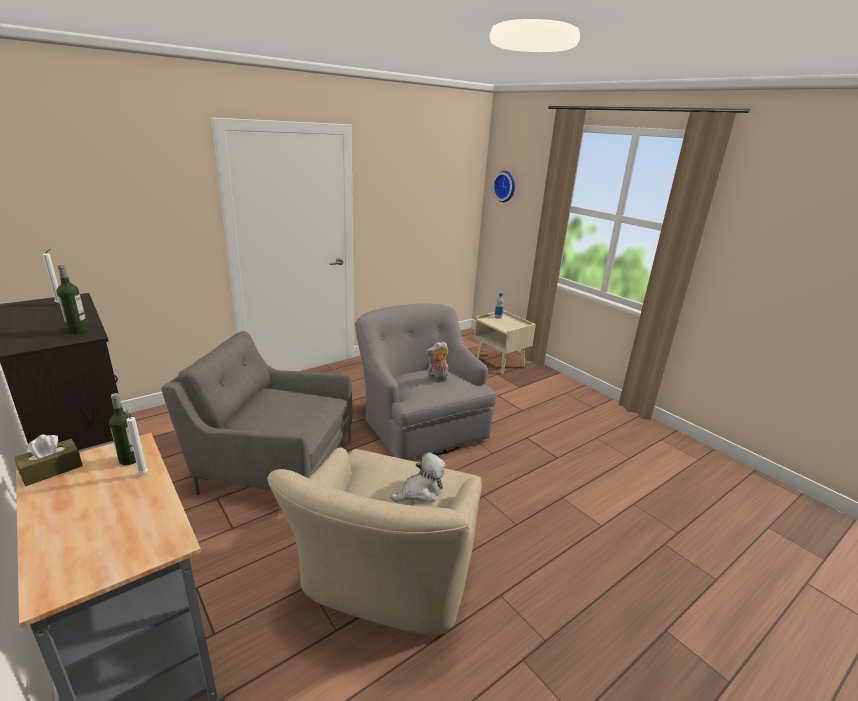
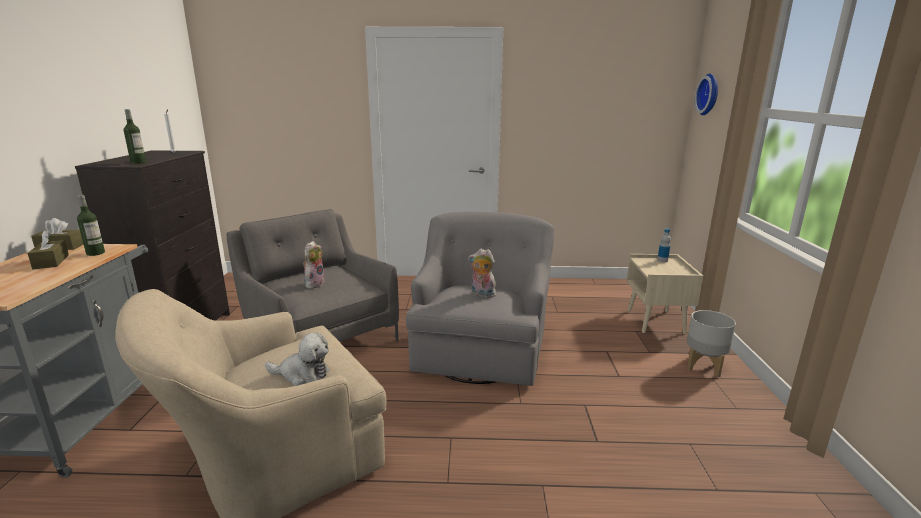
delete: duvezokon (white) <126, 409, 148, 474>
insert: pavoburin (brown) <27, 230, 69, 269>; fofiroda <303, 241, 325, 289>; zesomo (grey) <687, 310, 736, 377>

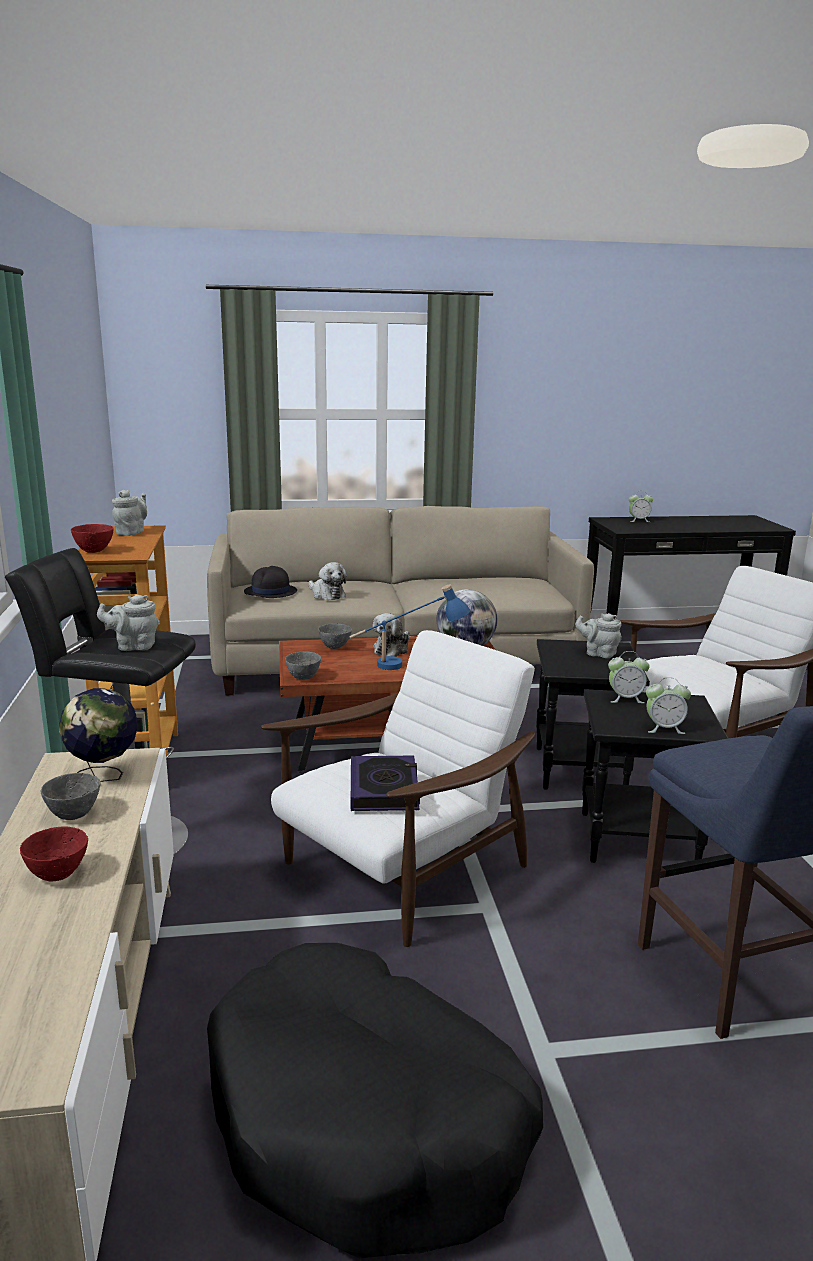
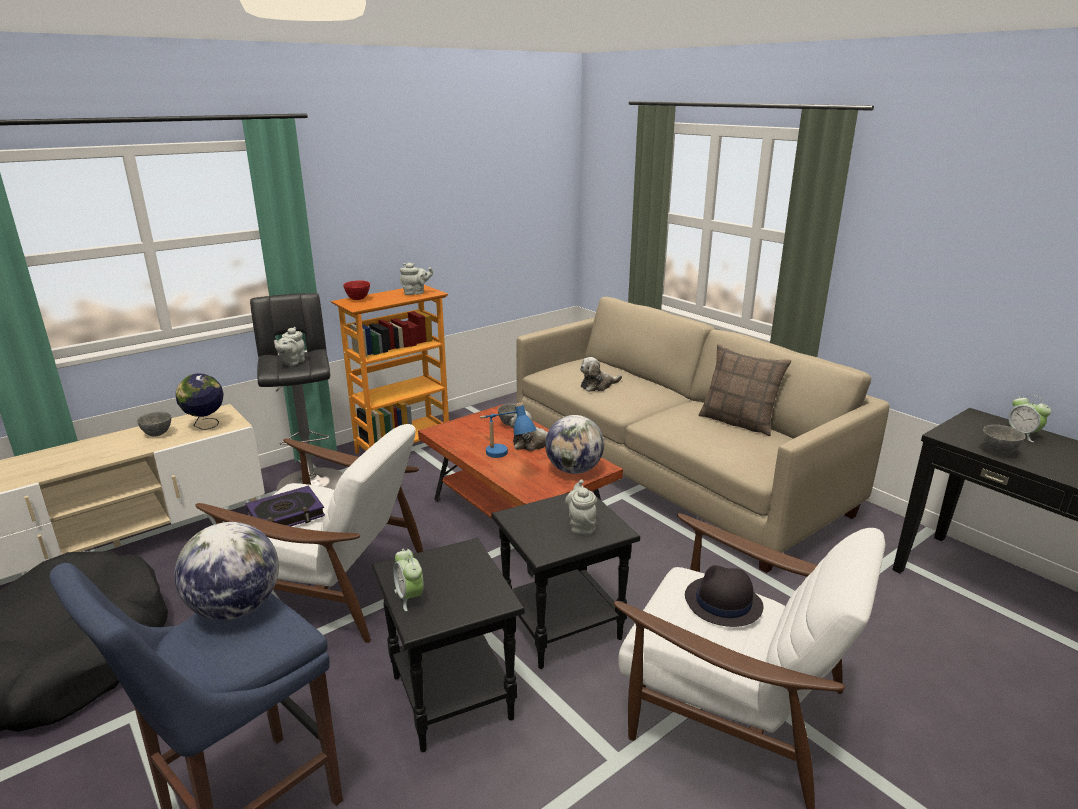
delete: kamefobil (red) <20, 826, 88, 881>; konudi <608, 651, 650, 703>
insert: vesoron <174, 522, 279, 620>; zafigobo <699, 344, 791, 436>
move: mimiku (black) <244, 566, 297, 598> to <685, 565, 763, 627>; kamefobil (grey) <285, 651, 321, 680> to <983, 425, 1026, 455>
rotate: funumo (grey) <97, 595, 159, 651> = <274, 327, 305, 366> 120 degrees counterclockwise; fofiroda <309, 562, 347, 600> = <580, 357, 622, 392> 45 degrees clockwise

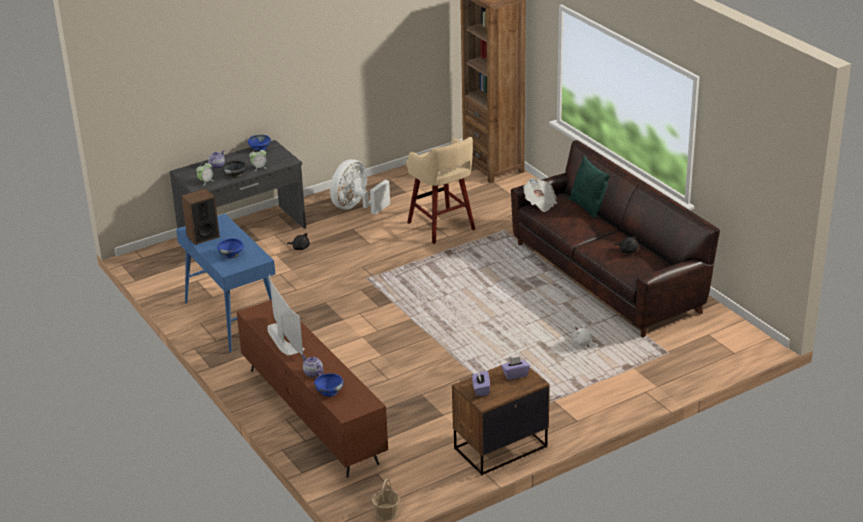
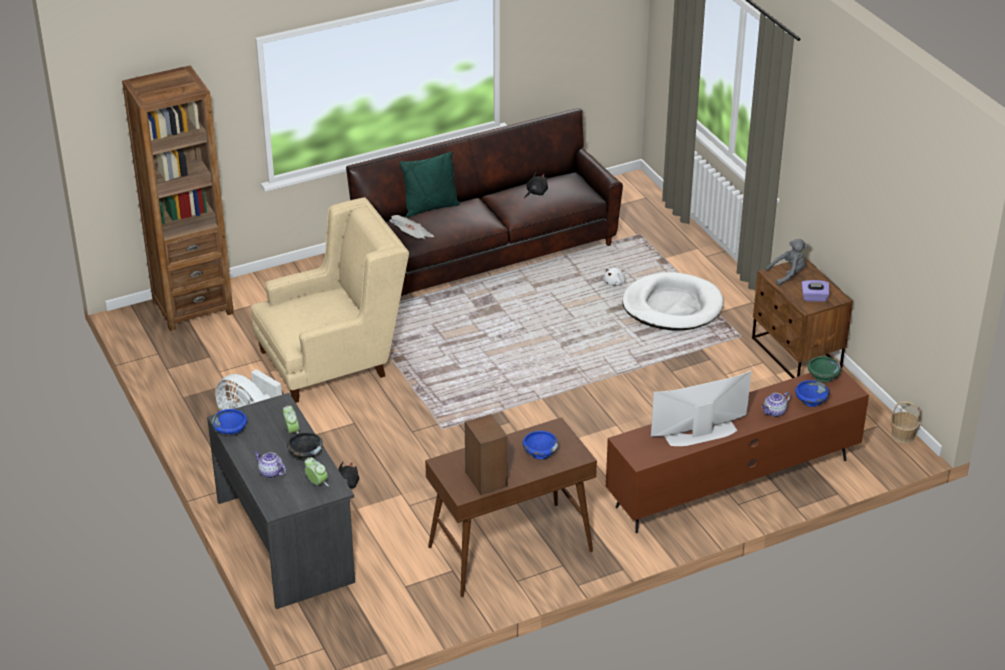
insert: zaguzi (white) <622, 272, 724, 331>; kamefobil (green) <808, 356, 841, 383>
replace: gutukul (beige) <406, 137, 475, 244> to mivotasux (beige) <251, 197, 409, 403>; pavoburin (purple) <501, 357, 530, 380> to fofiroda (grey) <766, 239, 808, 286>
recolor: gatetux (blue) <176, 214, 275, 353> to gatetux (brown) <425, 417, 597, 597>

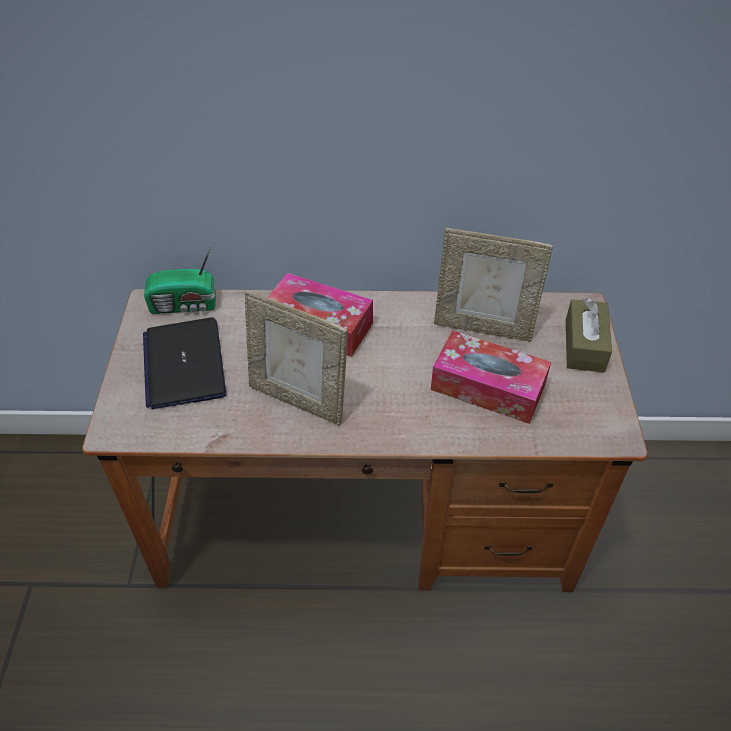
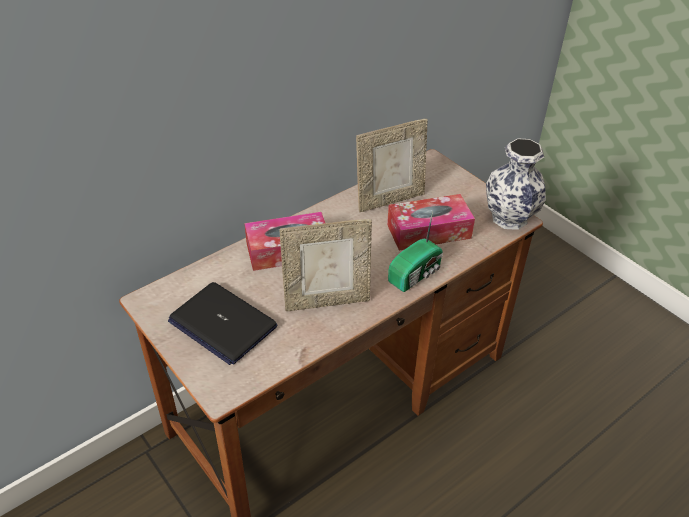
delete: pavoburin (brown) <566, 298, 612, 373>
insert: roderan <486, 138, 546, 230>
move: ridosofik <144, 242, 216, 314> to <388, 211, 443, 292>

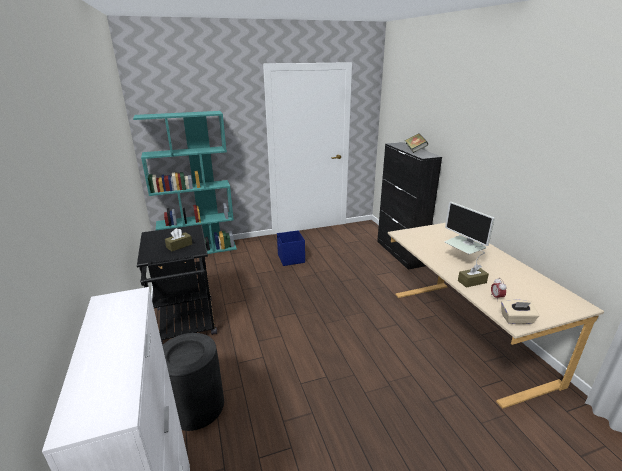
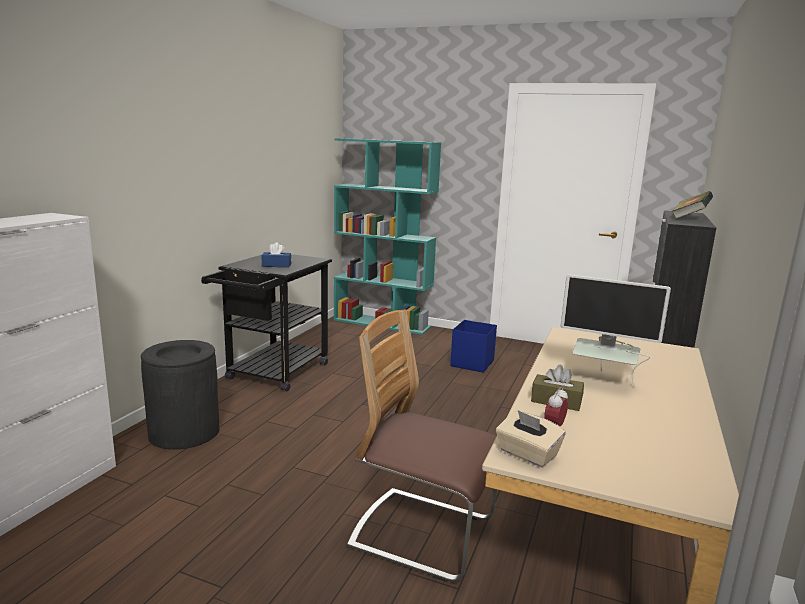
insert: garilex <347, 310, 497, 582>
recolor: pavoburin (brown) <165, 228, 192, 251> to pavoburin (blue) <261, 242, 291, 267>
rotate: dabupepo <444, 202, 495, 264> = <561, 274, 671, 387> 75 degrees counterclockwise

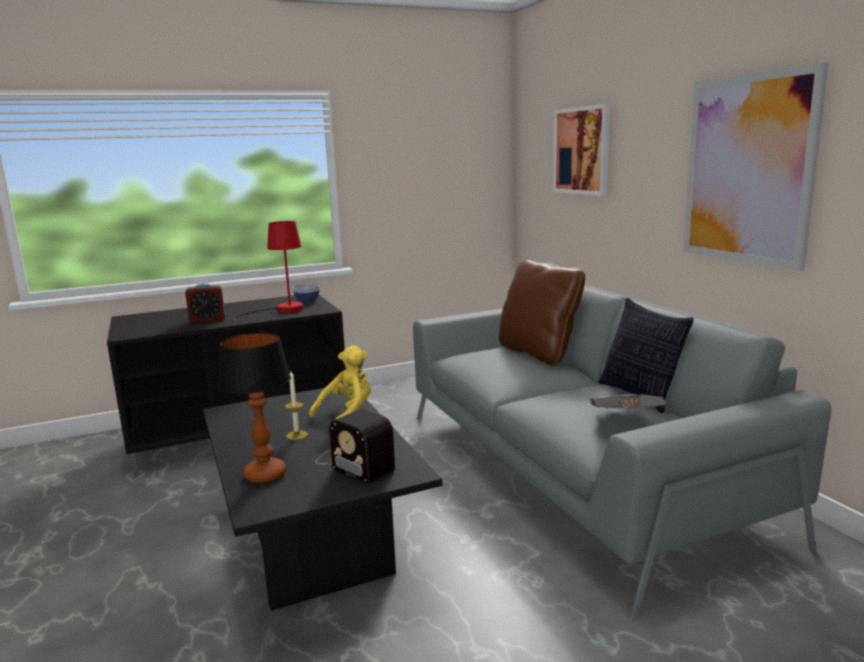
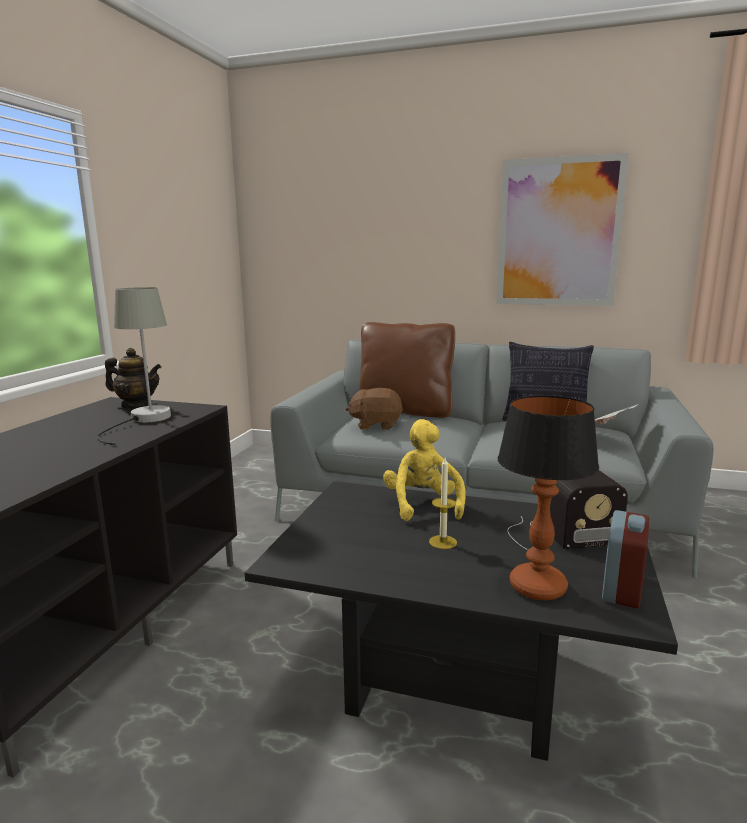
delete: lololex <553, 104, 610, 196>
insert: fofiroda (brown) <346, 388, 404, 430>
move: konudi <185, 283, 225, 323> to <602, 510, 649, 608>
replace: kamefobil <293, 283, 320, 303> to funumo <105, 348, 161, 408>
recolor: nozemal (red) <233, 221, 303, 321> to nozemal (grey) <97, 287, 171, 445>

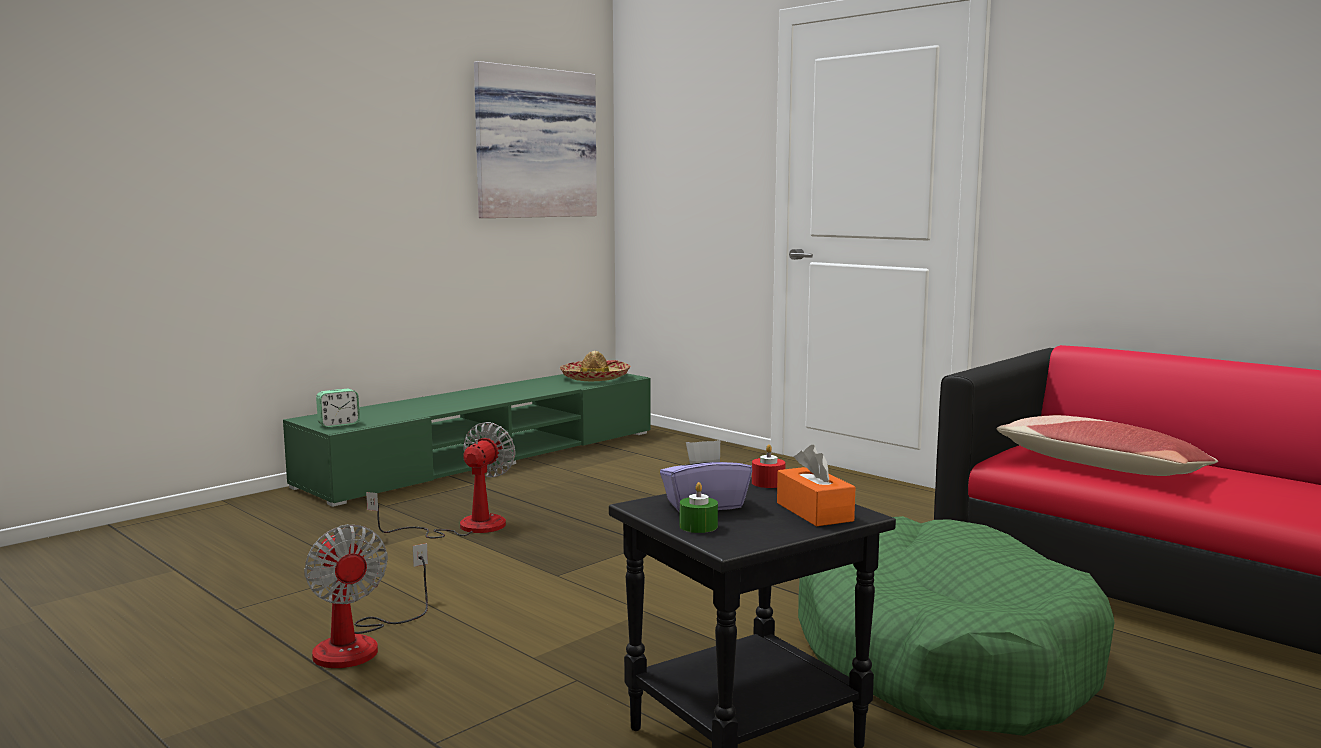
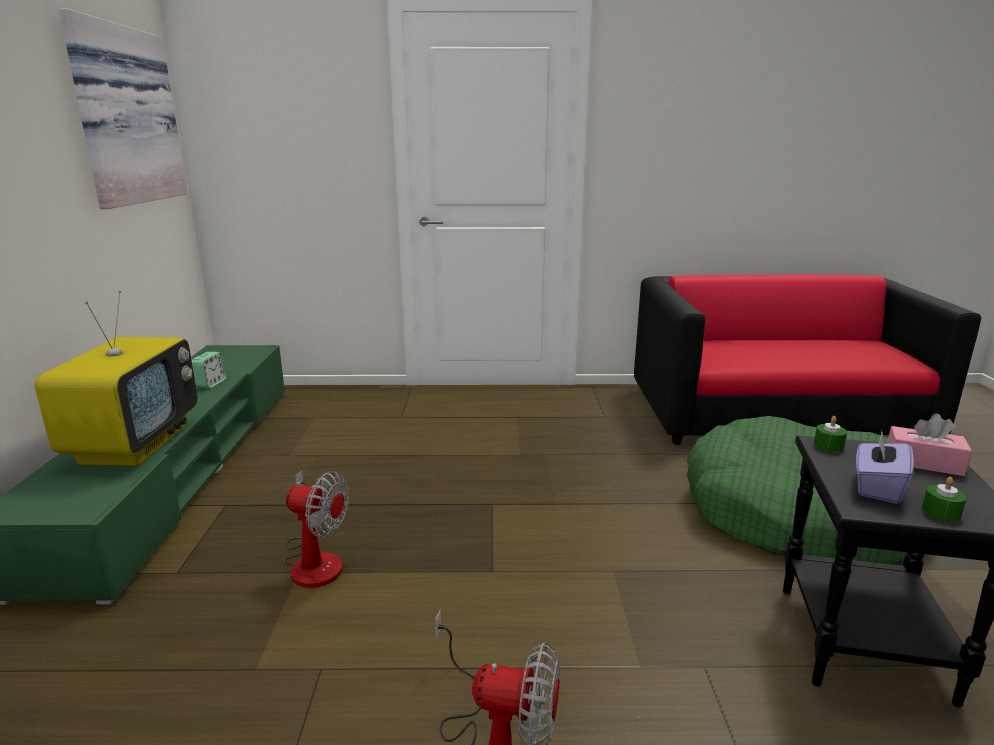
delete: mimiku <560, 351, 631, 381>; zafigobo <997, 415, 1218, 476>
insert: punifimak <34, 290, 198, 466>
move: konudi <316, 389, 360, 428> to <192, 352, 227, 388>
recolor: duvezokon (red) <752, 444, 785, 488> to duvezokon (green) <814, 416, 847, 452>; pavoburin (orange) <777, 445, 855, 526> to pavoburin (pink) <887, 414, 972, 476>
rotate: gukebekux <366, 422, 515, 538> = <284, 471, 349, 588> 135 degrees clockwise

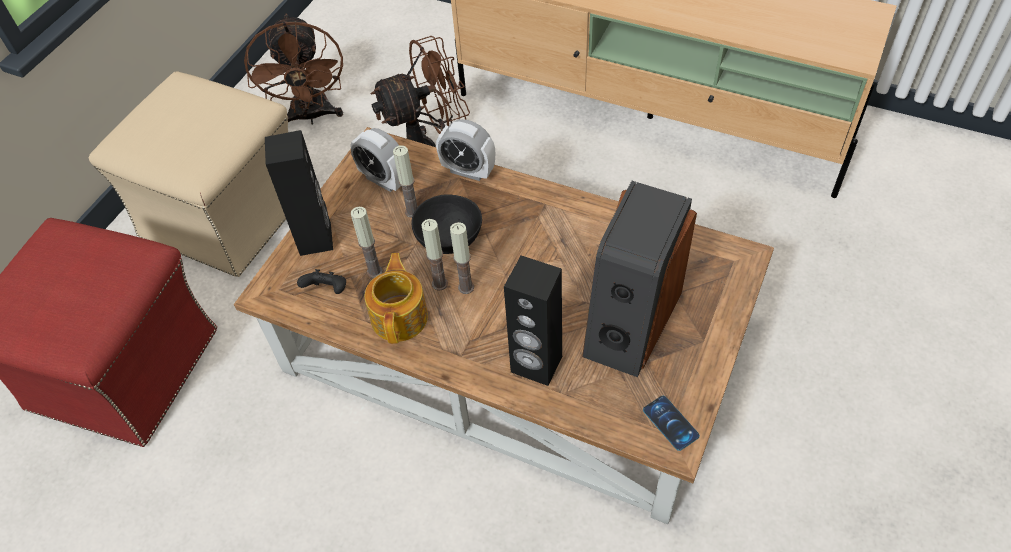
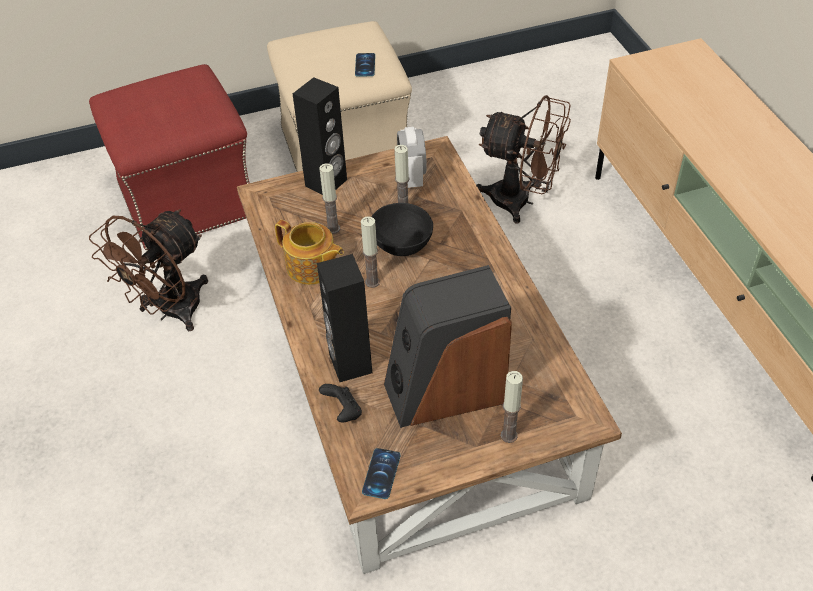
delete: konudi <436, 119, 495, 181>
insert: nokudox <355, 53, 375, 77>
move: gukebekux (brown) <244, 14, 343, 125> to <89, 209, 208, 331>; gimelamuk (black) <297, 269, 346, 294> to <319, 384, 362, 423>; duvezokon <422, 219, 448, 290> to <501, 371, 523, 443>
rotate: funumo <365, 253, 428, 344> = <275, 220, 344, 285> 75 degrees clockwise

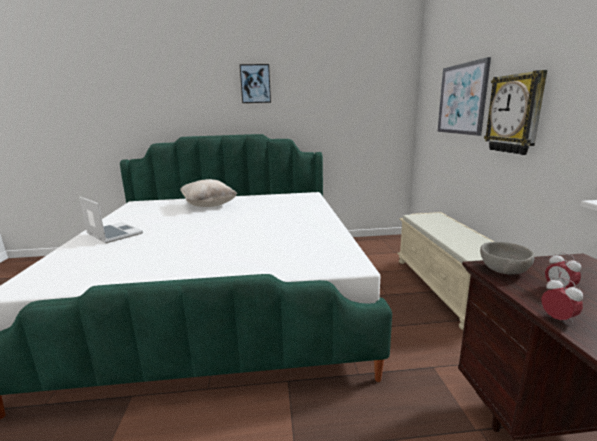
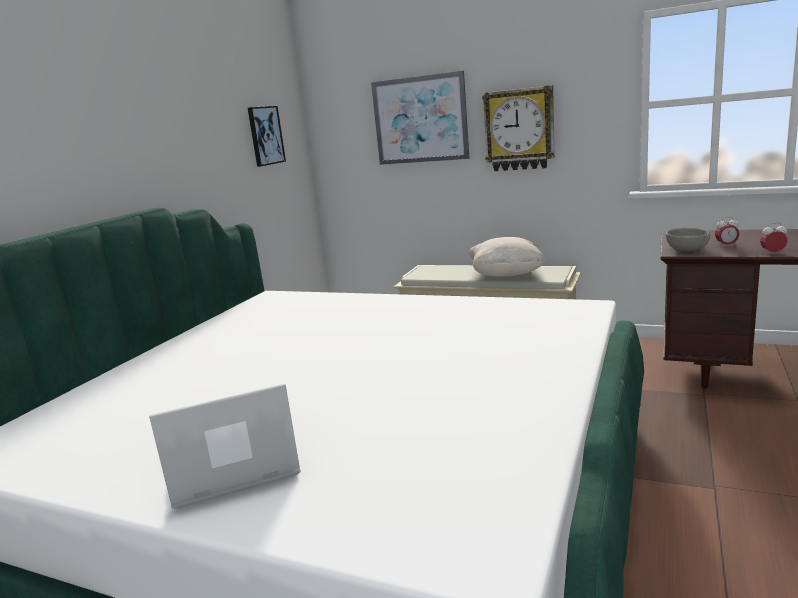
move: zafigobo (beige) <180, 179, 237, 207> to <469, 237, 546, 277>; lololex <240, 64, 271, 103> to <248, 106, 286, 167>

